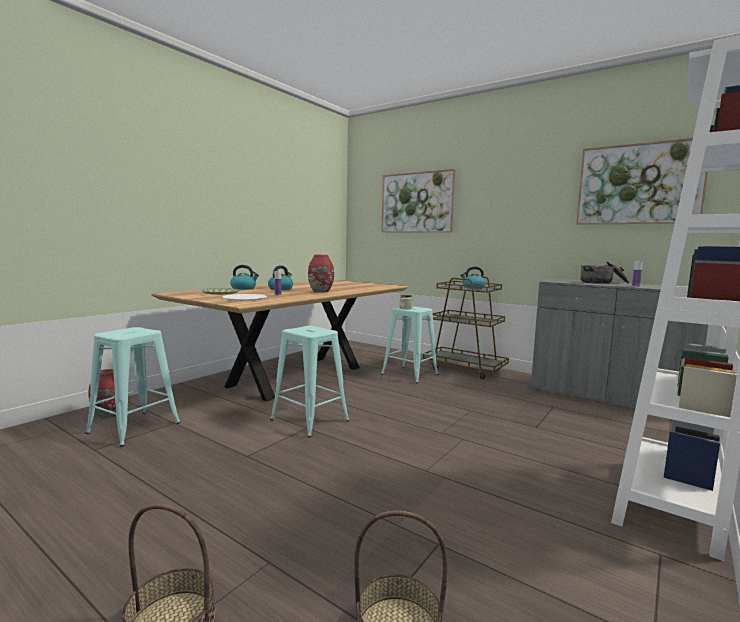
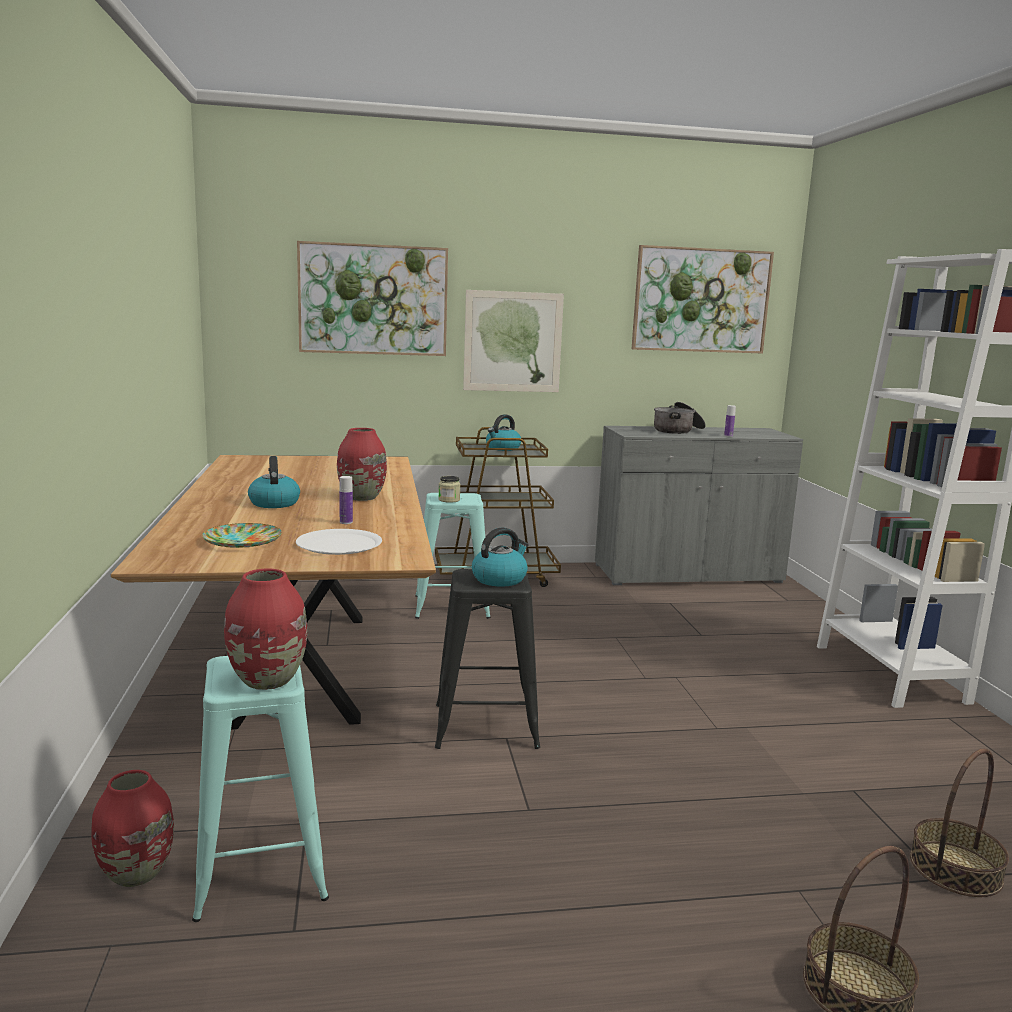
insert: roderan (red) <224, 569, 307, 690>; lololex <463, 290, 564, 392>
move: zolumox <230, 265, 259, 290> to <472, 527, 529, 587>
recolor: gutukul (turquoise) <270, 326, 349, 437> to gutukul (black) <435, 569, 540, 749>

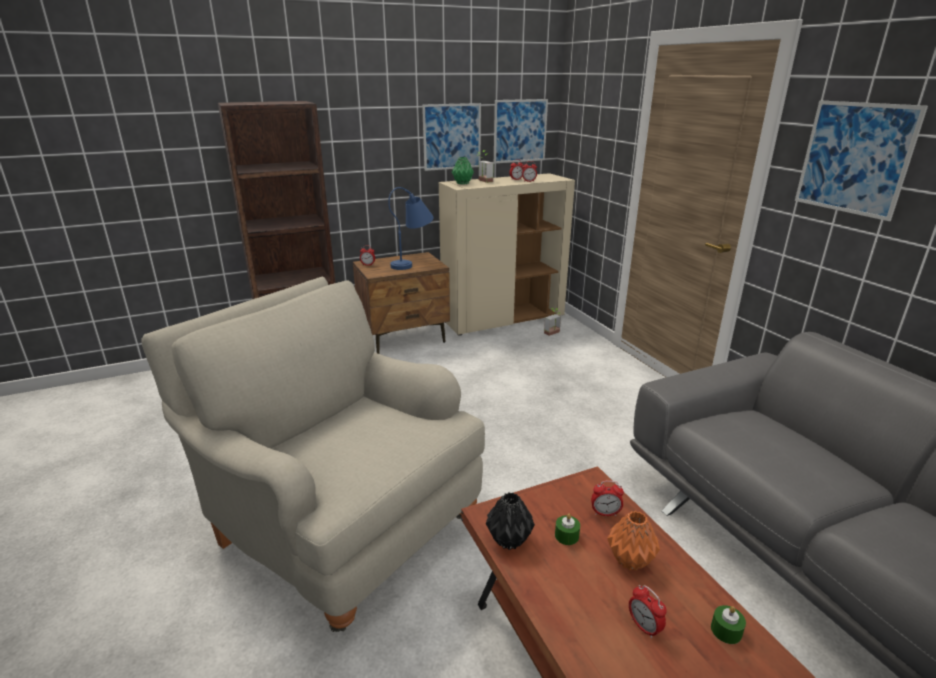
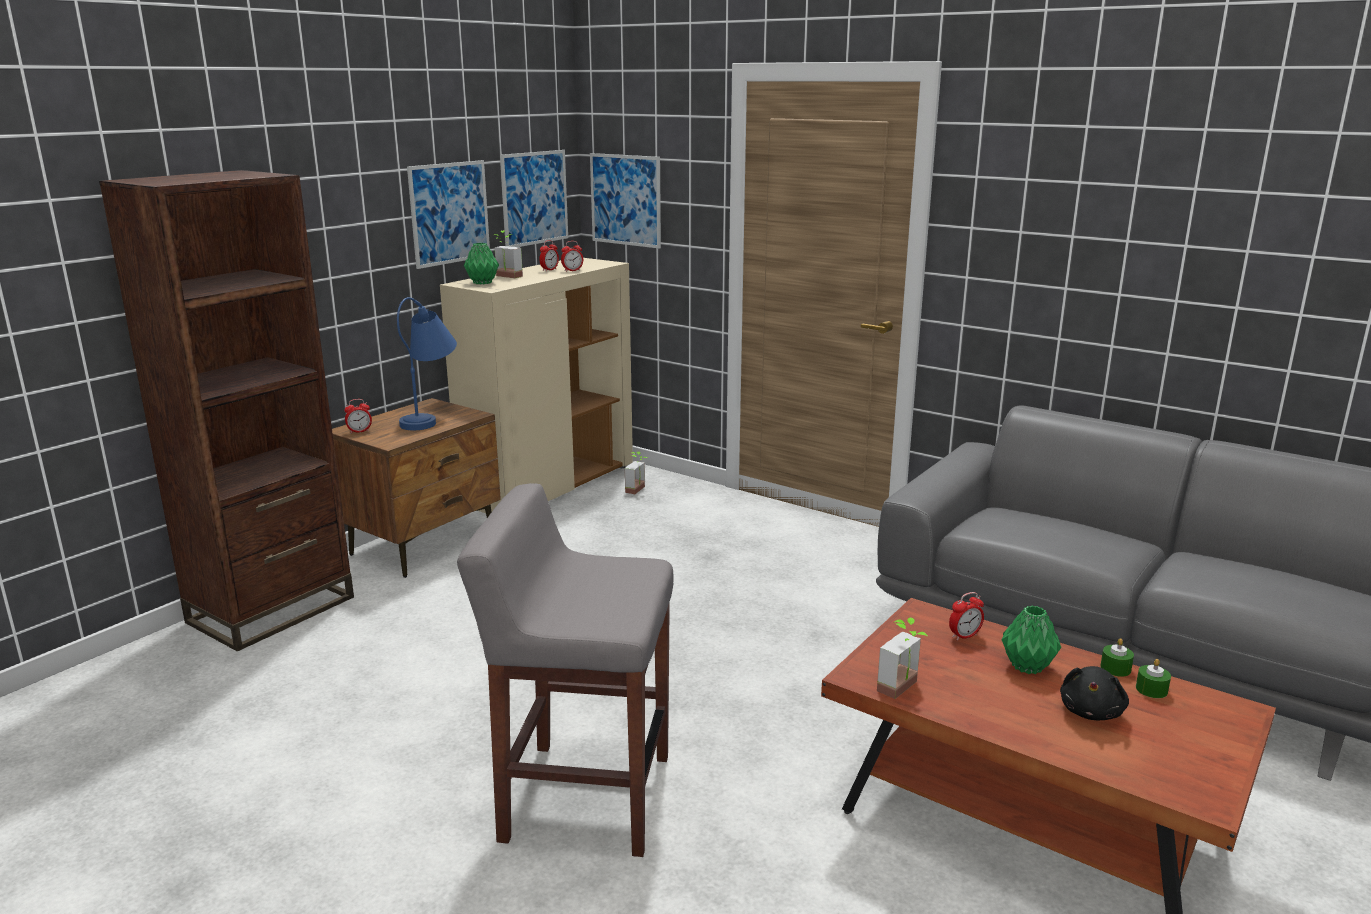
move: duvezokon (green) <555, 514, 580, 545> to <1100, 638, 1134, 677>; lololex <795, 101, 928, 221> to <590, 153, 661, 249>
replace: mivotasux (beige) <142, 277, 485, 632> to gutukul (grey) <457, 483, 674, 857>; roderan (black) <486, 492, 535, 550> to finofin <877, 617, 928, 699>; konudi <629, 585, 667, 639> to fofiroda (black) <1060, 666, 1129, 720>
recolor: roderan (orange) <607, 511, 660, 571> to roderan (green) <1002, 606, 1061, 674>

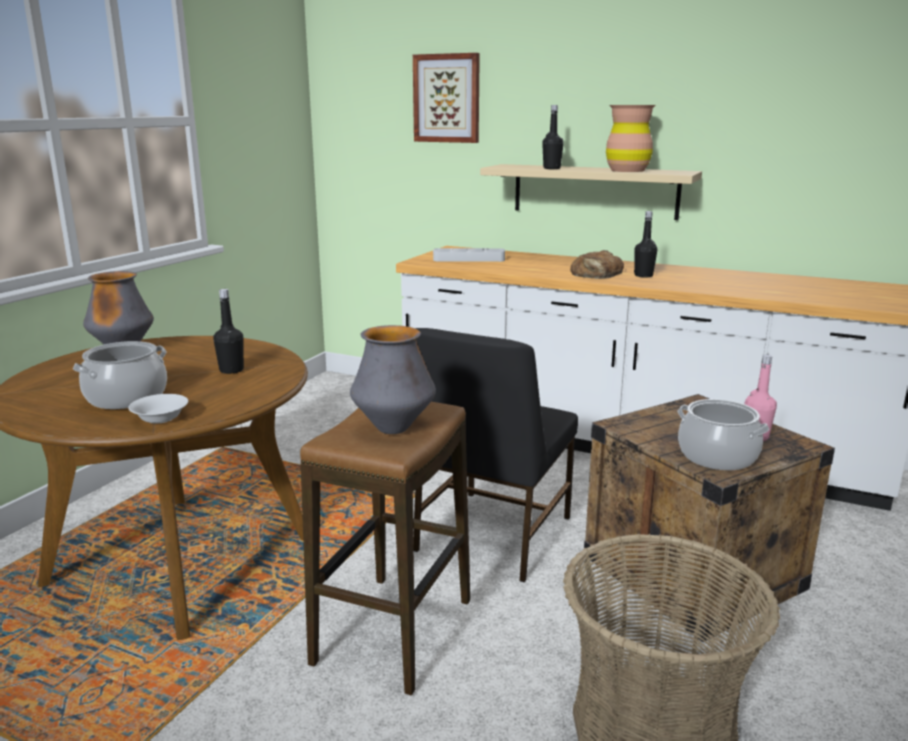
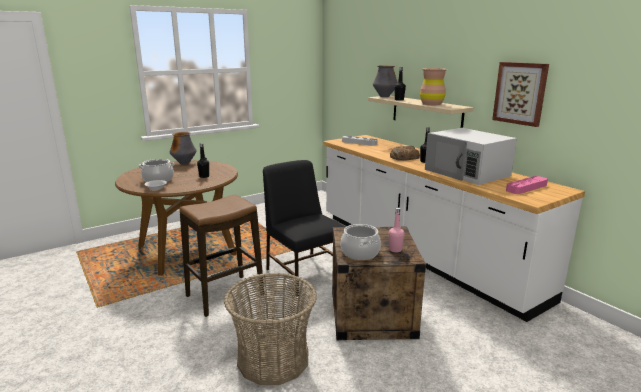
insert: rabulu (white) <425, 128, 517, 185>; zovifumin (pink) <506, 176, 548, 194>
move: roderan <350, 325, 436, 434> to <373, 65, 398, 97>; lololex <413, 53, 480, 143> to <492, 62, 549, 127>
rotate: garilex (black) <413, 328, 578, 582> = <263, 160, 346, 296> 90 degrees clockwise

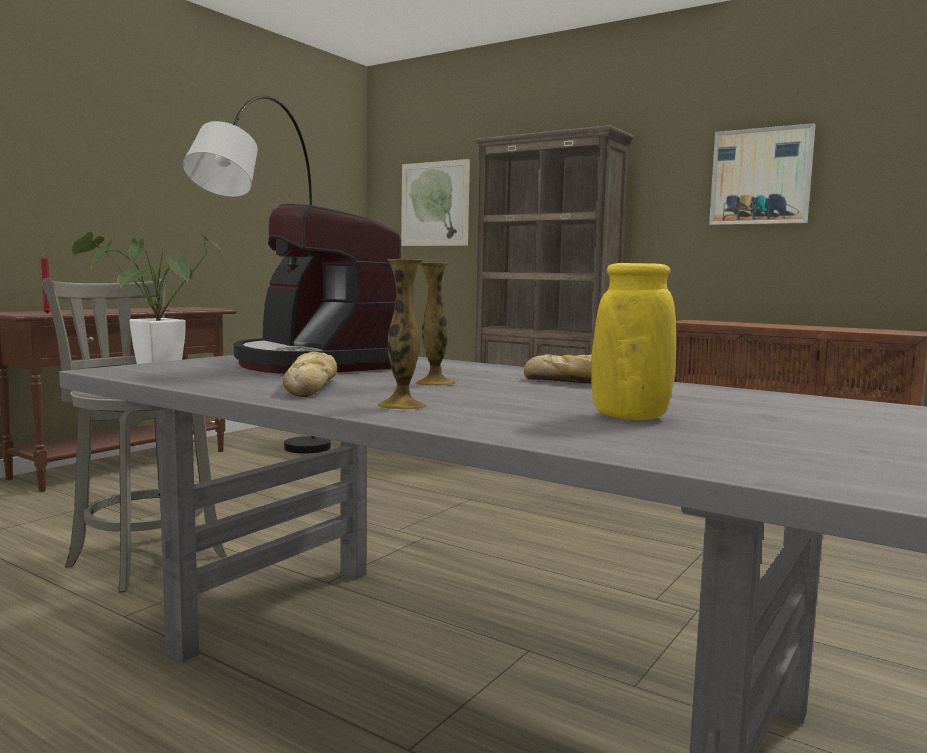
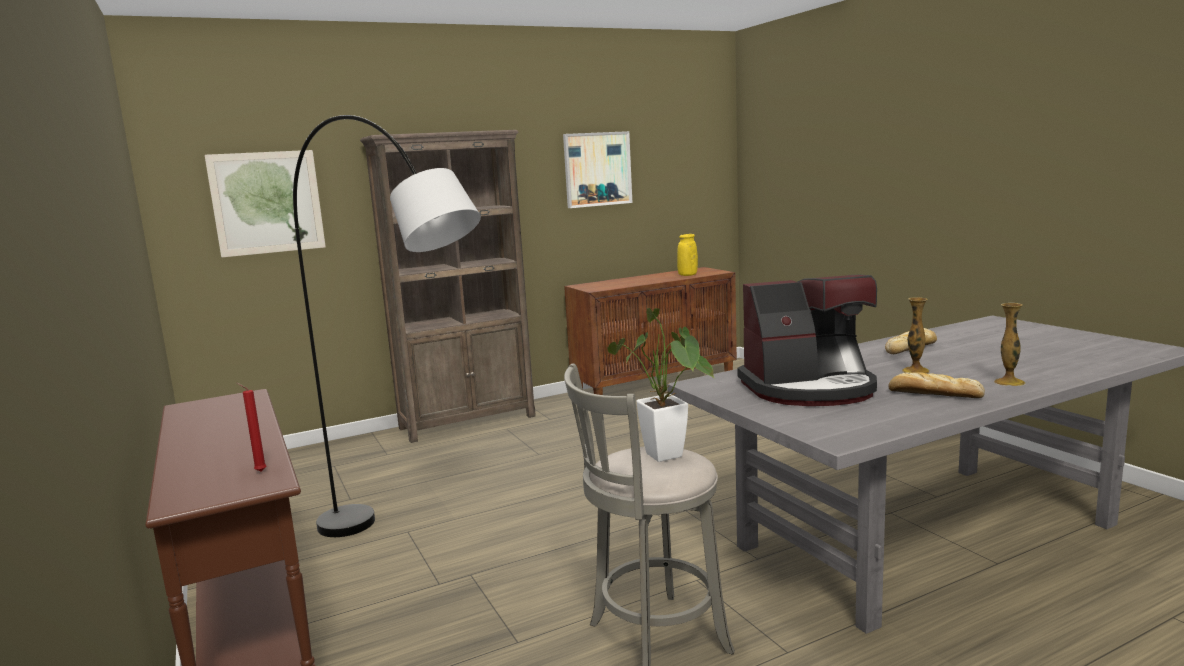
move: roderan (yellow) <591, 263, 676, 420> to <677, 234, 698, 276>

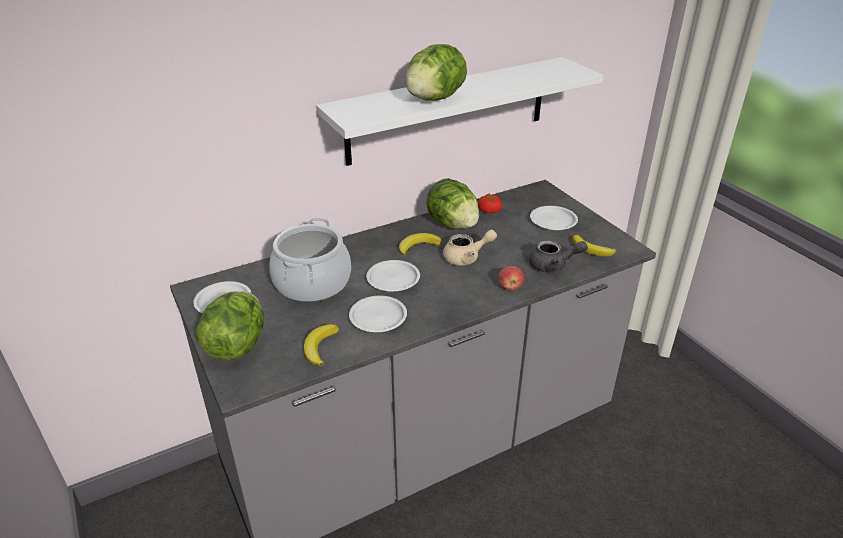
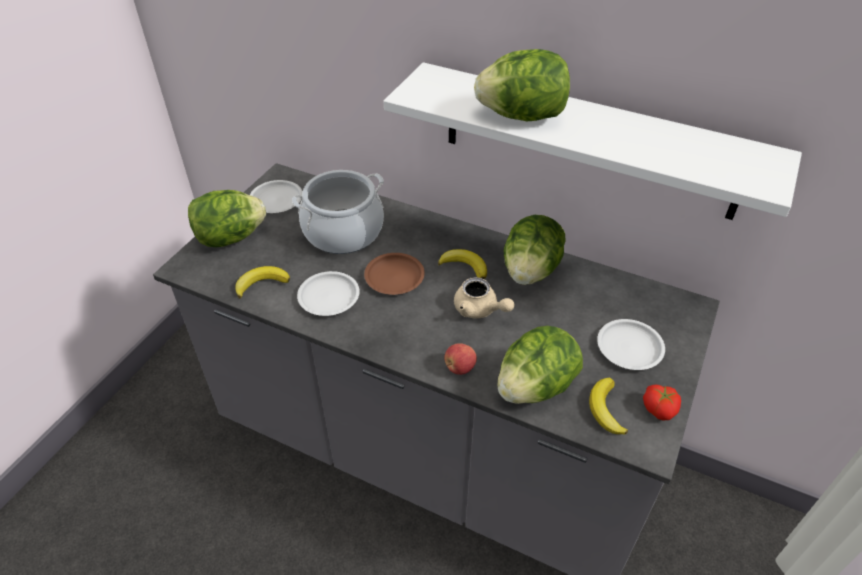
move: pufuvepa <478, 194, 502, 213> to <643, 385, 681, 421>
replace: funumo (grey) <529, 240, 588, 273> to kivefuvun <497, 326, 583, 404>
recolor: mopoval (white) <366, 260, 420, 291> to mopoval (brown) <364, 253, 425, 295>

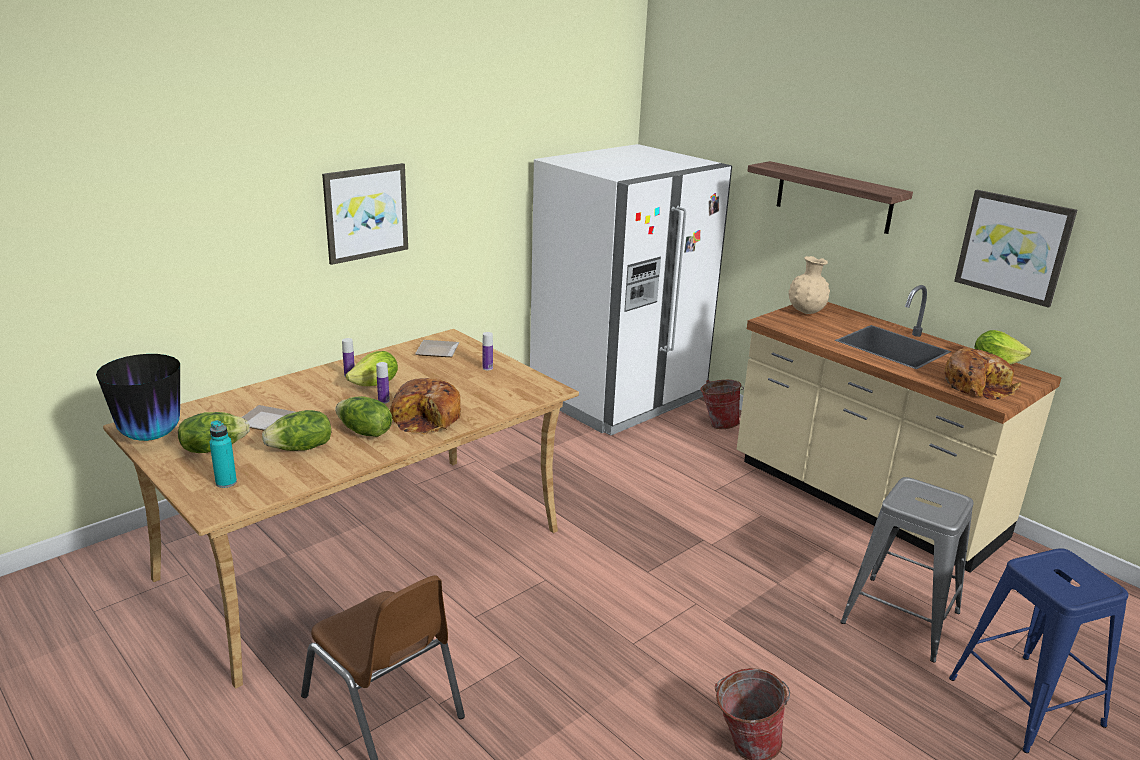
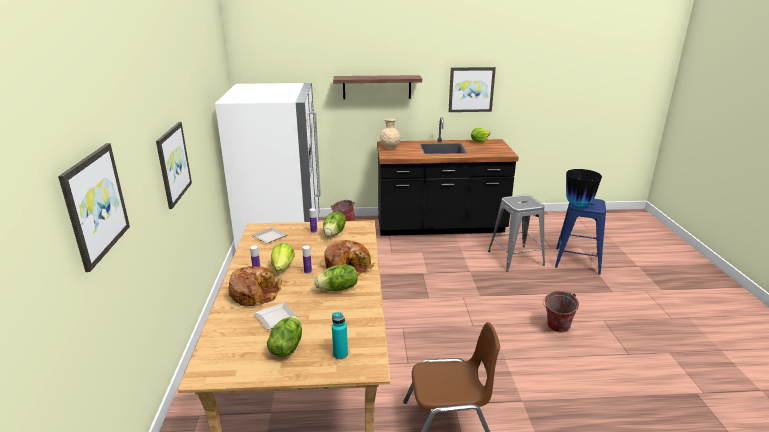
insert: lololex <58, 143, 130, 272>
move: roderan <96, 354, 180, 441> to <566, 169, 602, 207>; kivefuvun <262, 410, 331, 451> to <323, 212, 346, 237>; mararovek <944, 348, 1022, 400> to <228, 266, 282, 306>
recolor: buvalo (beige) <737, 285, 1062, 573> to buvalo (black) <377, 117, 519, 236>

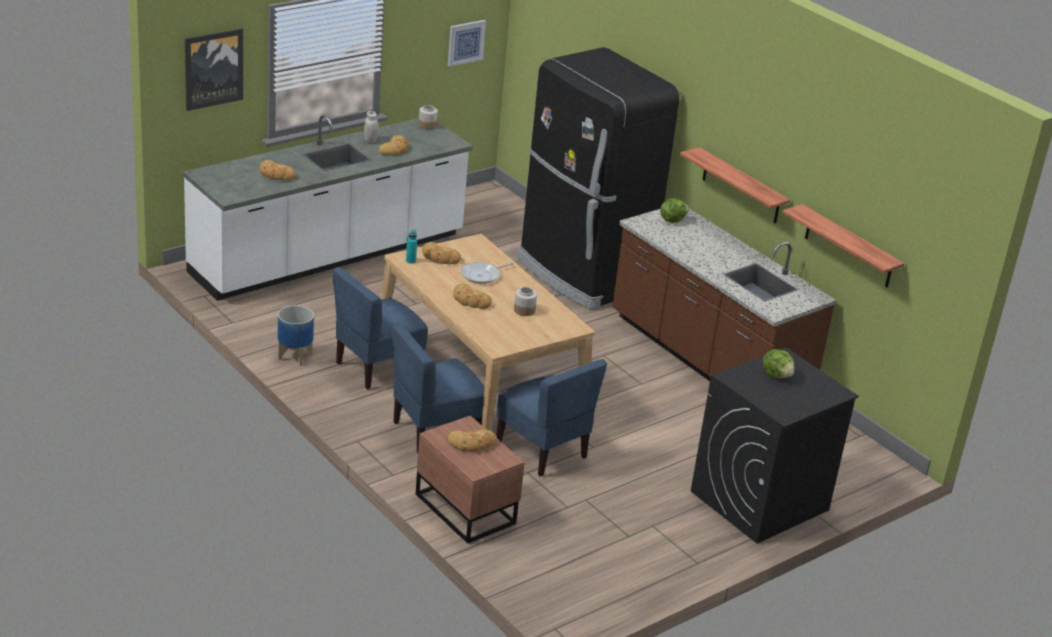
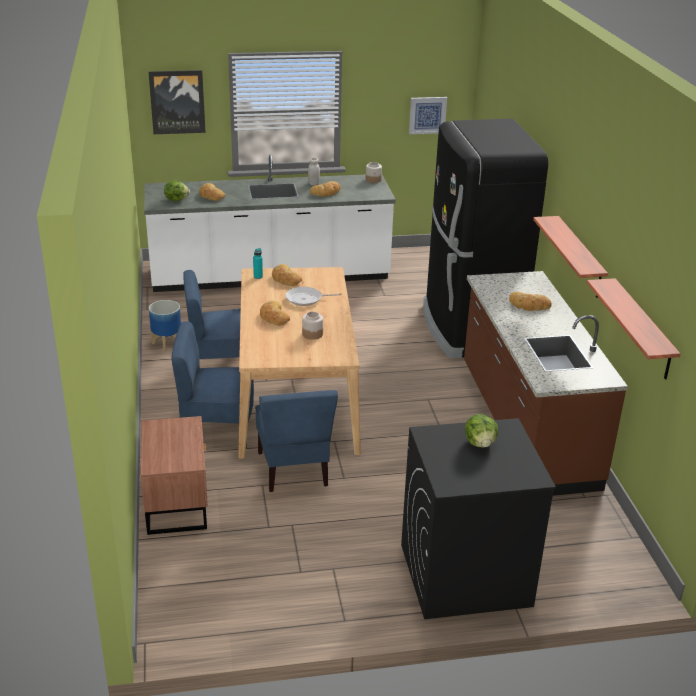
move: mararovek <448, 429, 497, 452> to <509, 292, 552, 311>; kivefuvun <660, 199, 689, 223> to <164, 180, 190, 201>

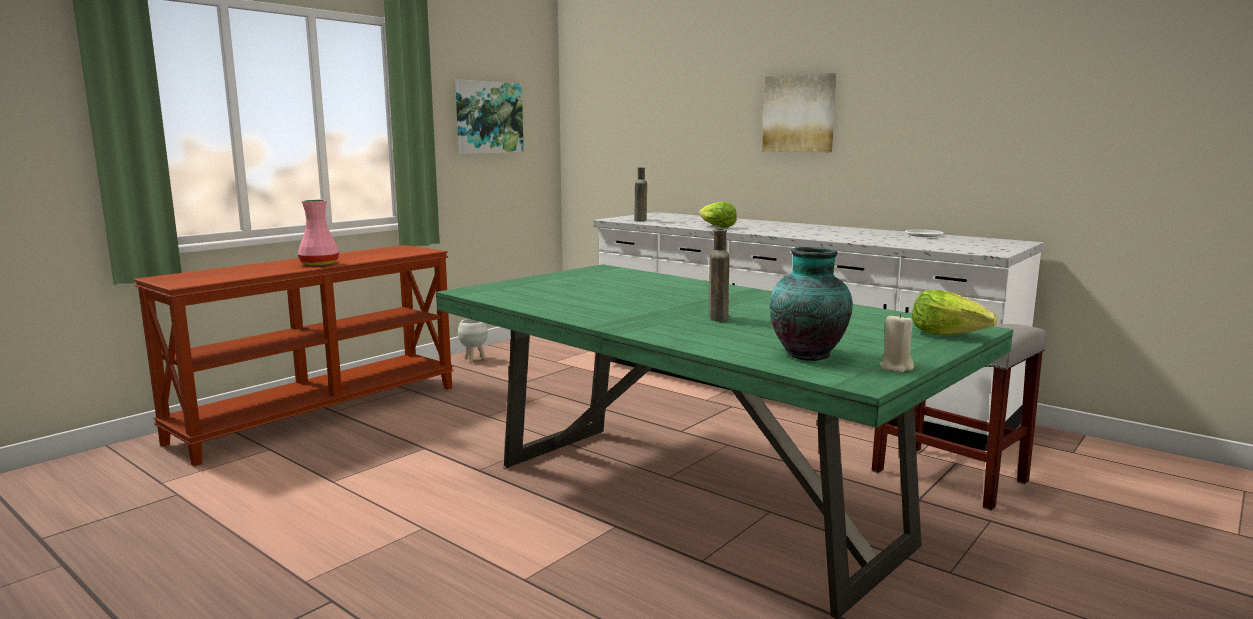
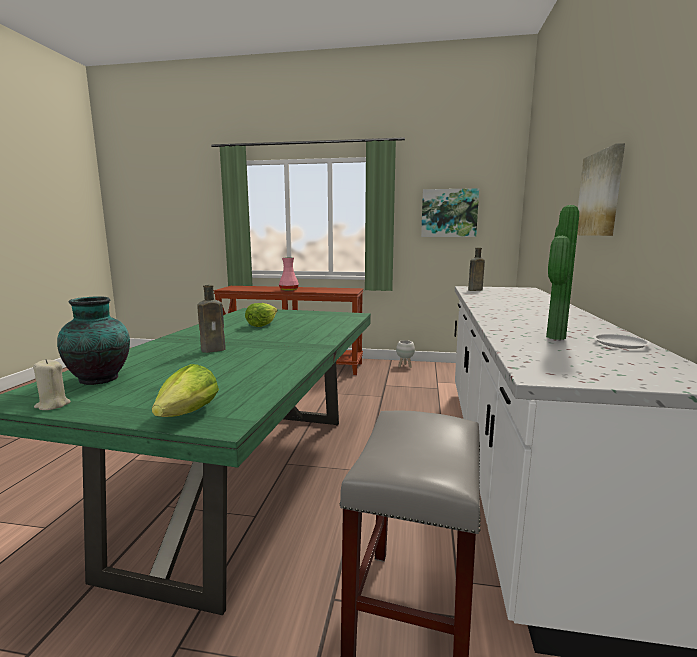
insert: finofin <546, 205, 579, 340>
move: kivefuvun <699, 202, 737, 228> to <245, 303, 277, 327>

